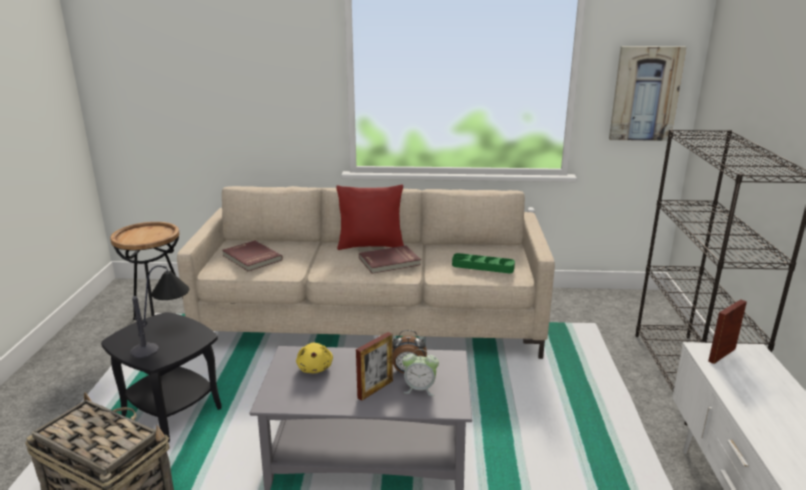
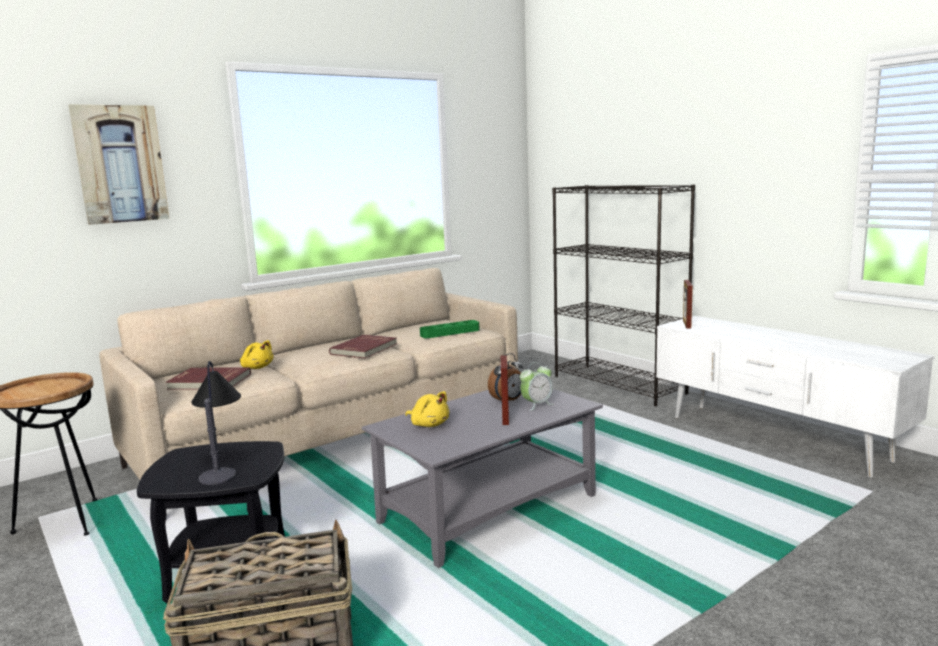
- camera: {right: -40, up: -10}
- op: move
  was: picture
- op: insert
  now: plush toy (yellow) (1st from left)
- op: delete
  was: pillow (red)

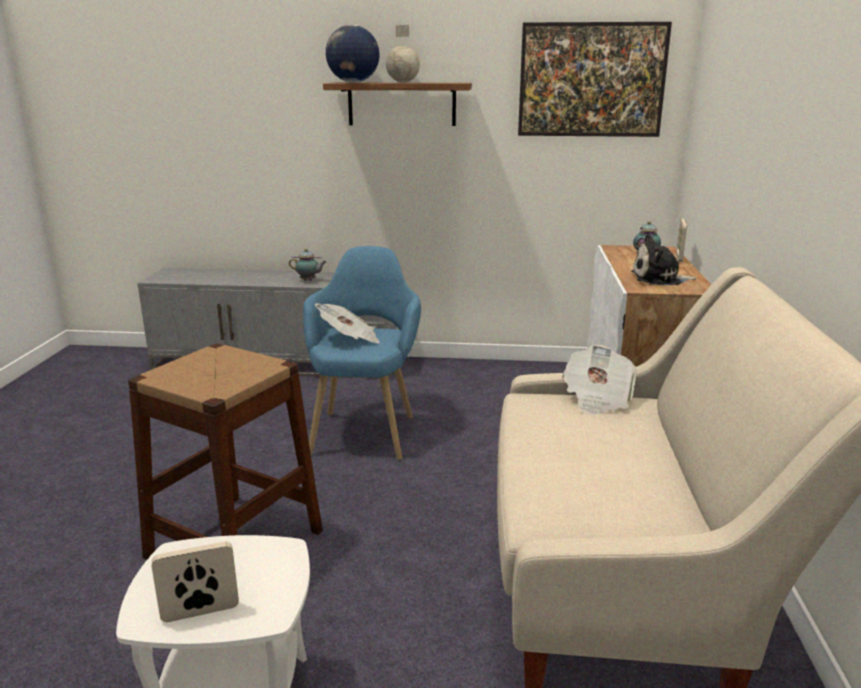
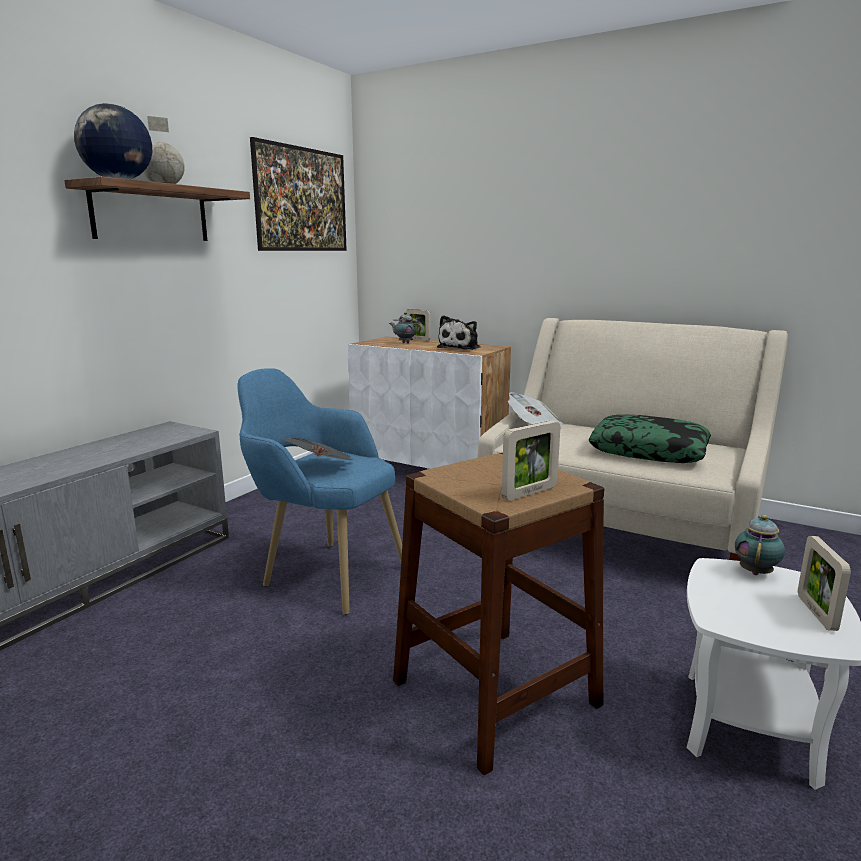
- camera: {right: -65, up: -5}
- op: insert
  now: picture frame (2nd from left)
- op: insert
  now: pillow
- op: move
  was: teapot (1st from left in the first image)
  now: teapot (2nd from left)

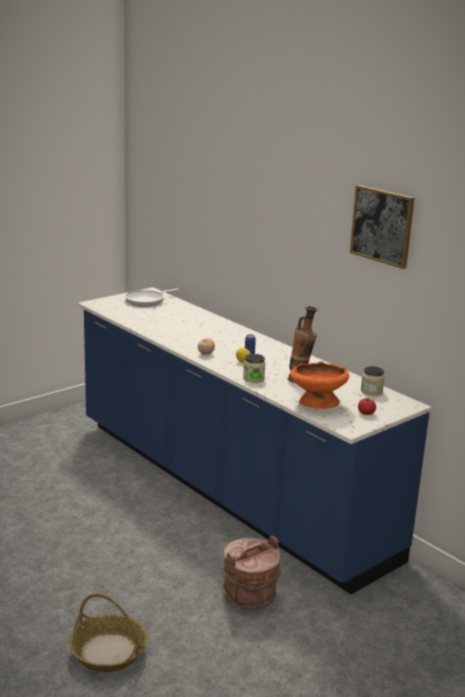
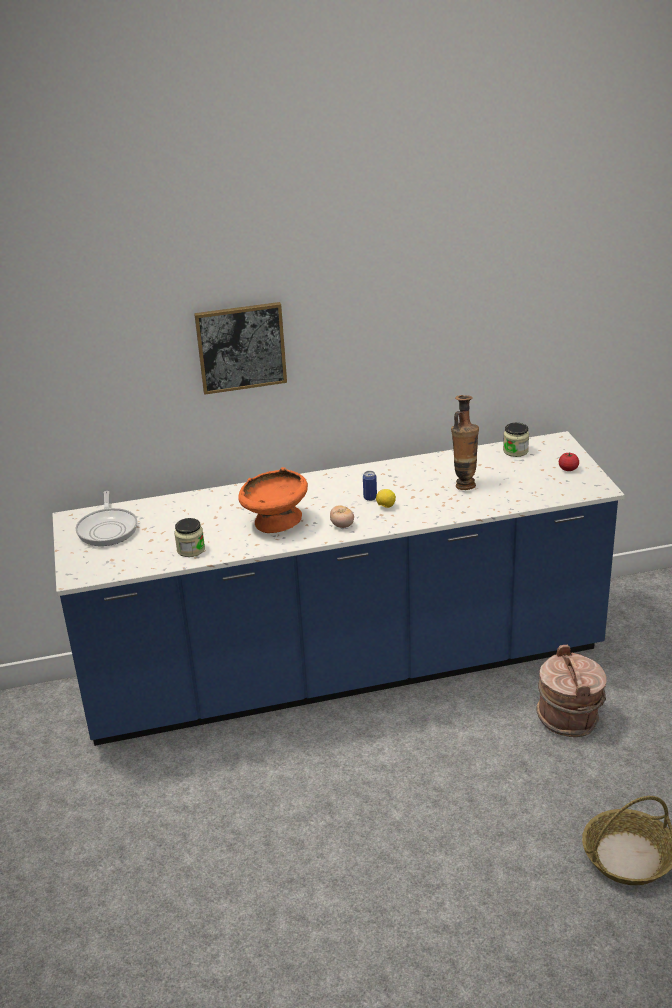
- camera: {right: -60, up: 10}
- op: move
  was: jar (1st from left)
- op: move
  was: picture
- op: move
  was: bowl (orange)

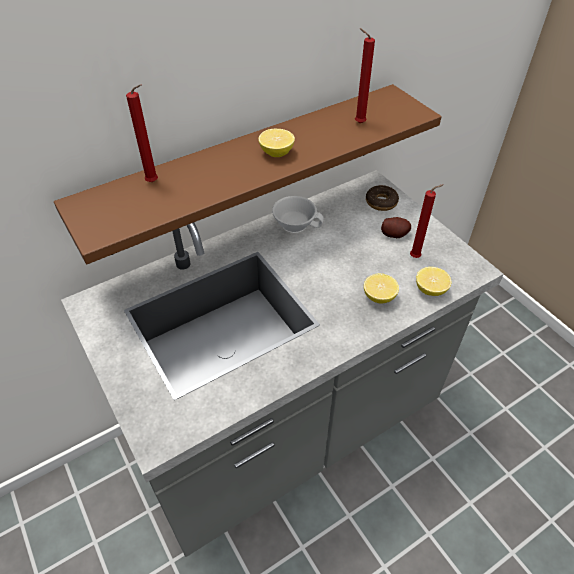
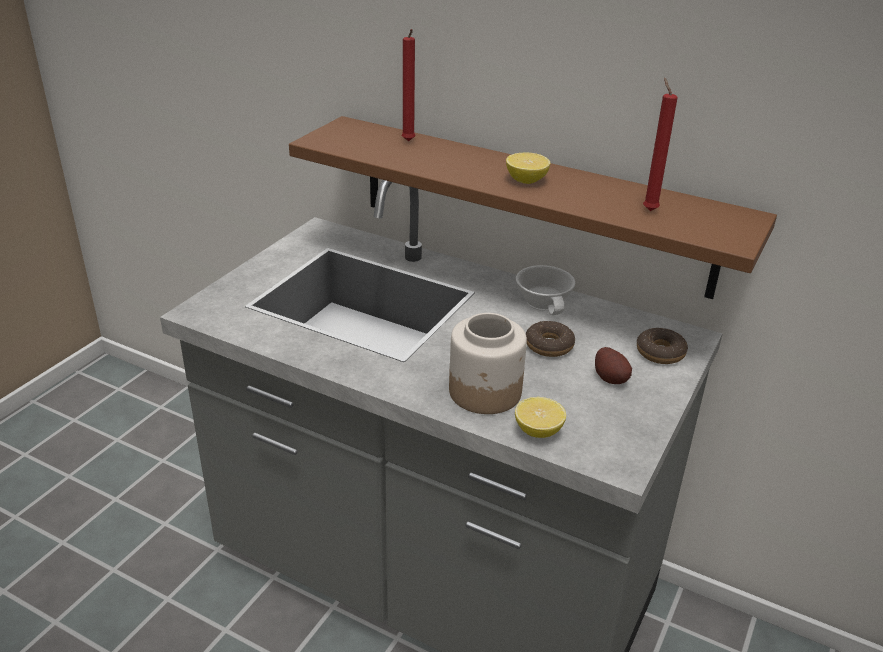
- camera: {right: 60, up: -15}
- op: replace
  was: lemon (2nd from left)
  now: jar
- op: insert
  now: donut (1st from left)
- op: delete
  was: candle (red) (3rd from left)

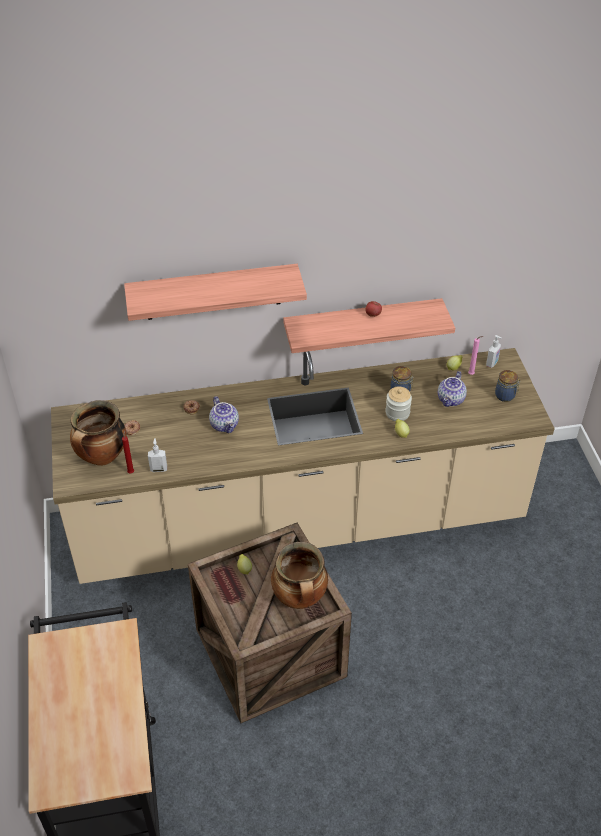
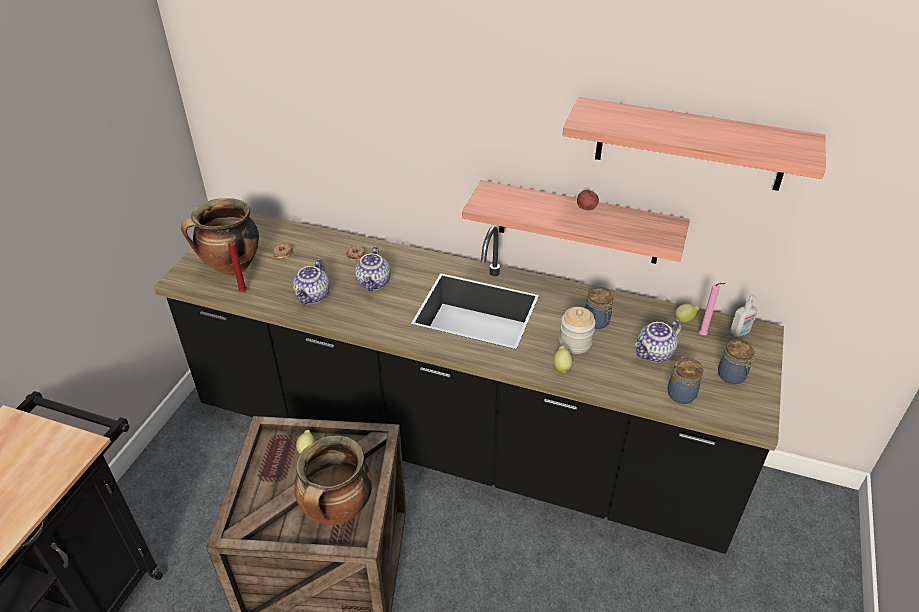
- camera: {right: 30, up: -5}
- op: recolor
  was: counter (beige)
  now: counter (black)
- op: insert
  now: teapot (1st from left)
- op: move
  was: shelf (1st from left in the first image)
  now: shelf (2nd from left)
- op: insert
  now: jar (3rd from left)
- op: delete
  was: soap dispenser (1st from left)

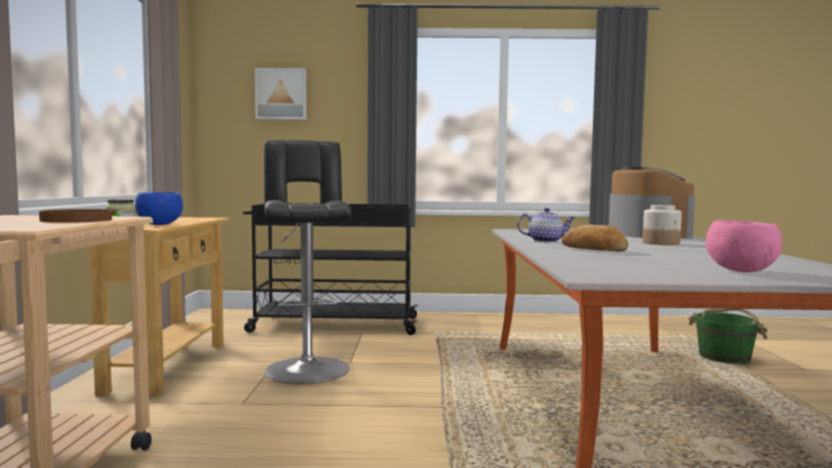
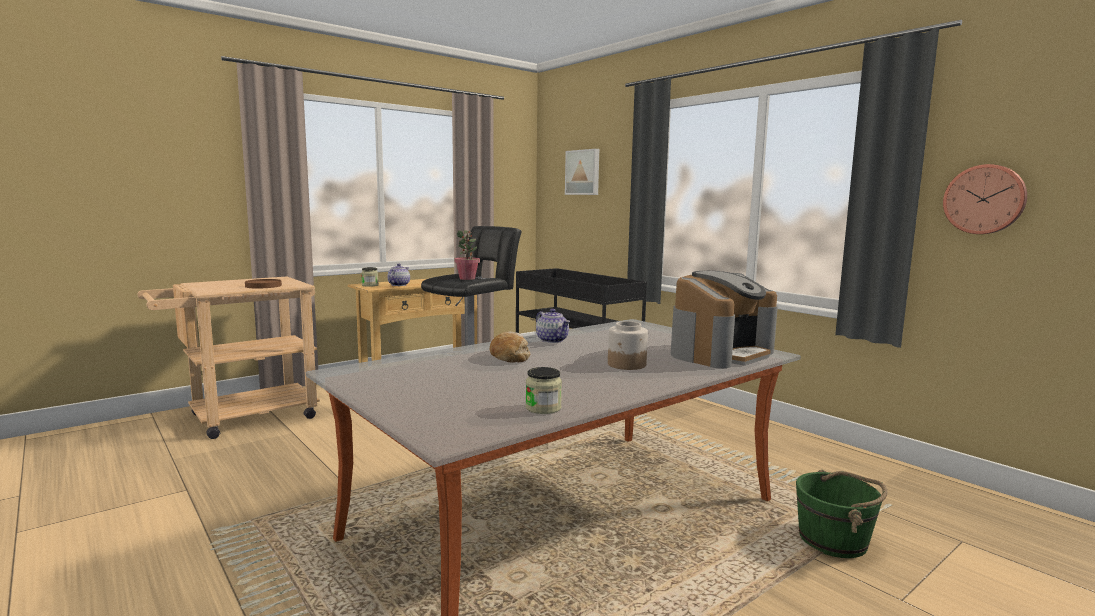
- camera: {right: 50, up: 5}
- op: replace
  was: bowl (blue)
  now: teapot (1st from left)
- op: insert
  now: potted plant
- op: insert
  now: jar (2nd from left)
- op: insert
  now: wall clock
- op: delete
  was: bowl (pink)

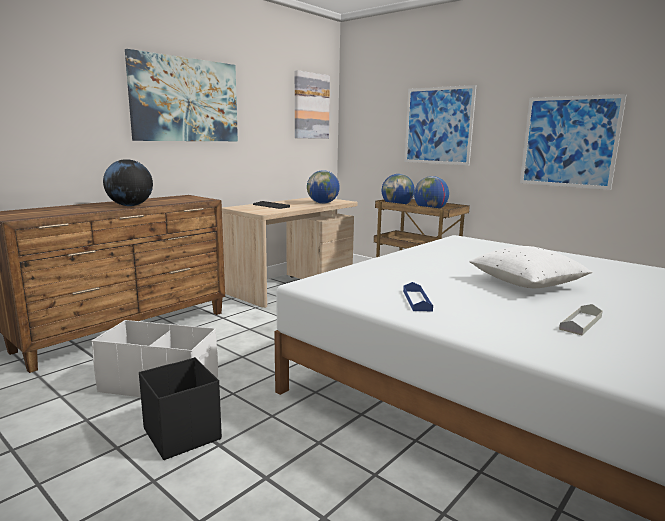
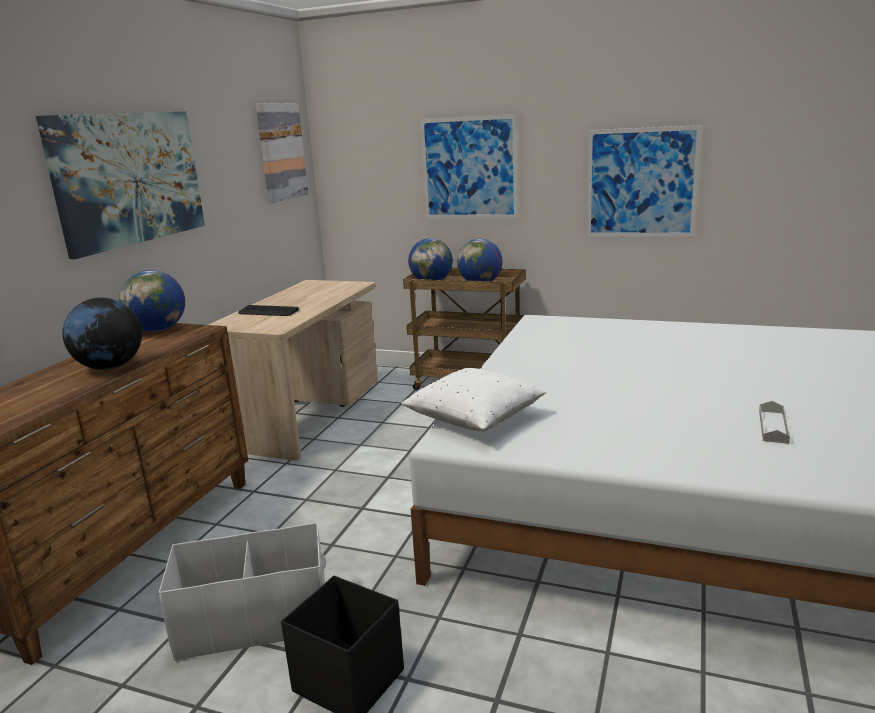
- camera: {right: -20, up: 5}
- op: move
  was: globe (2nd from left)
- op: move
  was: pillow (white)
- op: delete
  was: tray (blue)

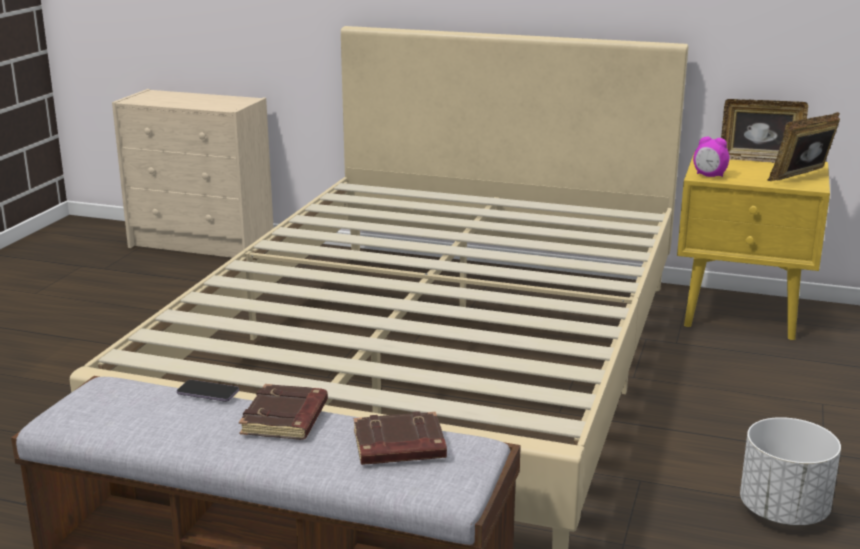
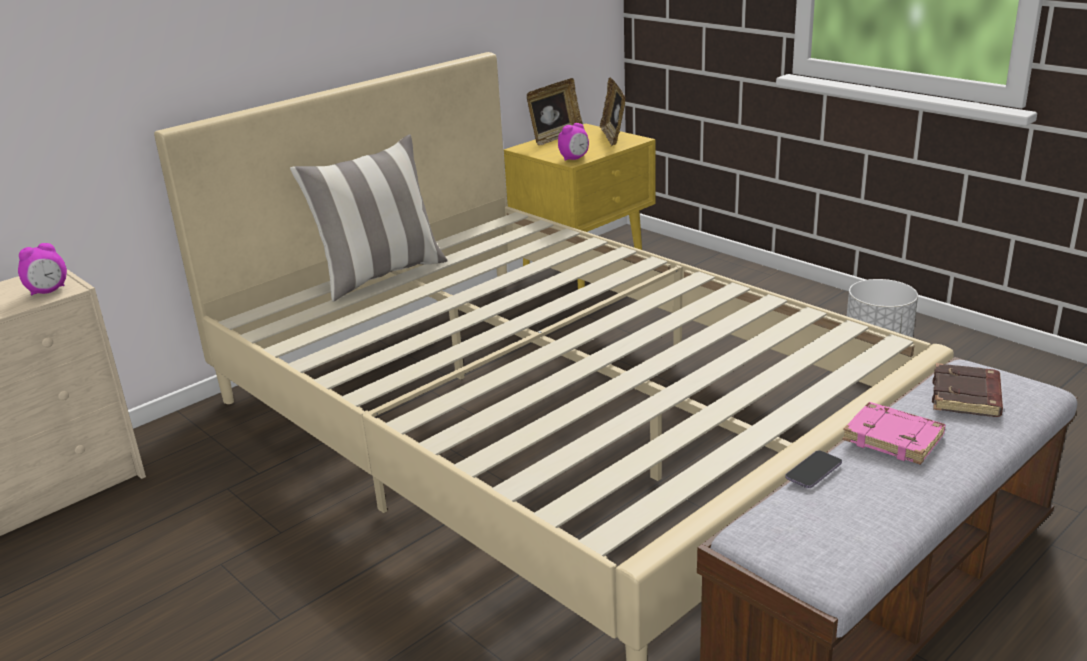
- camera: {right: -60, up: 5}
- op: insert
  now: alarm clock (1st from left)
- op: insert
  now: pillow
- op: recolor
  was: book (brown) (1st from left)
  now: book (pink)

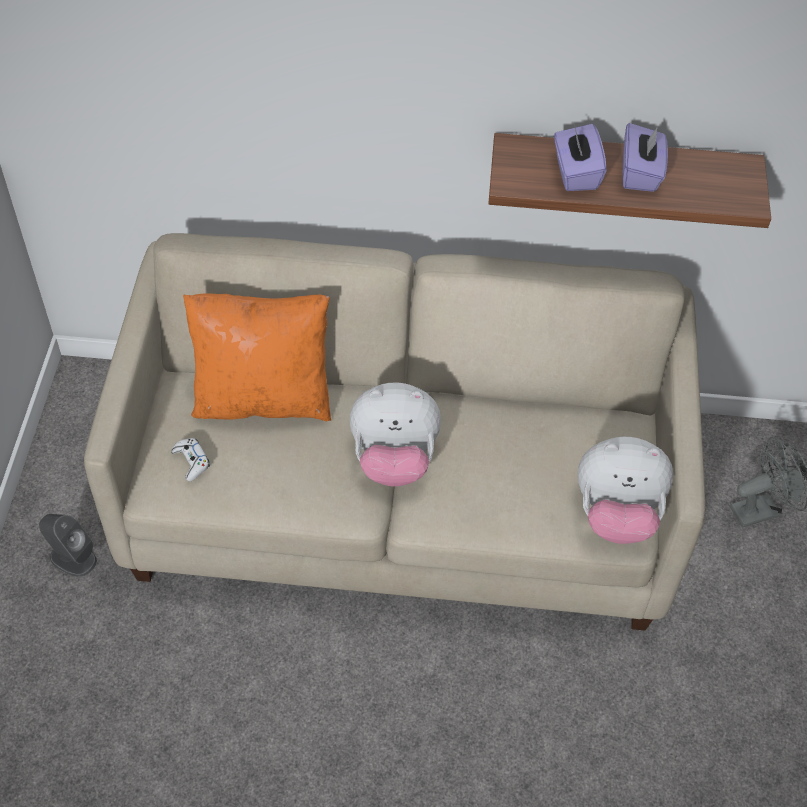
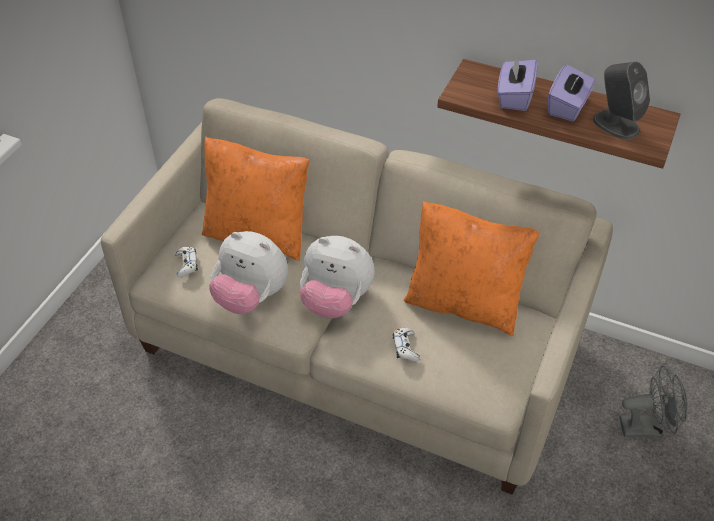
- camera: {right: 20, up: -5}
- op: move
  was: plush toy (2nd from left in the first image)
  now: plush toy (1st from left)
- op: insert
  now: game controller (white) (2nd from left)
- op: insert
  now: pillow (orange) (2nd from left)
- op: move
  was: speaker (grey)

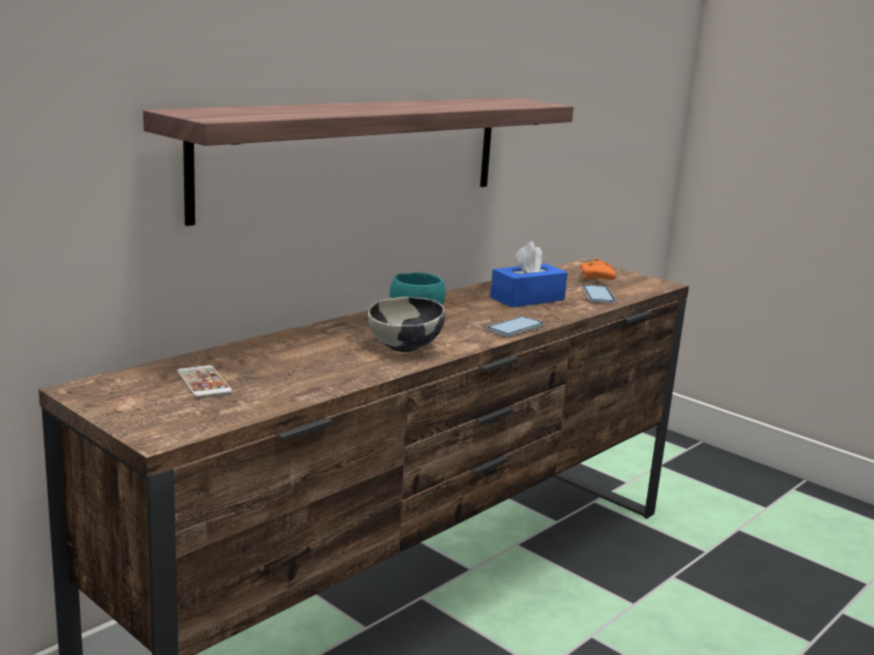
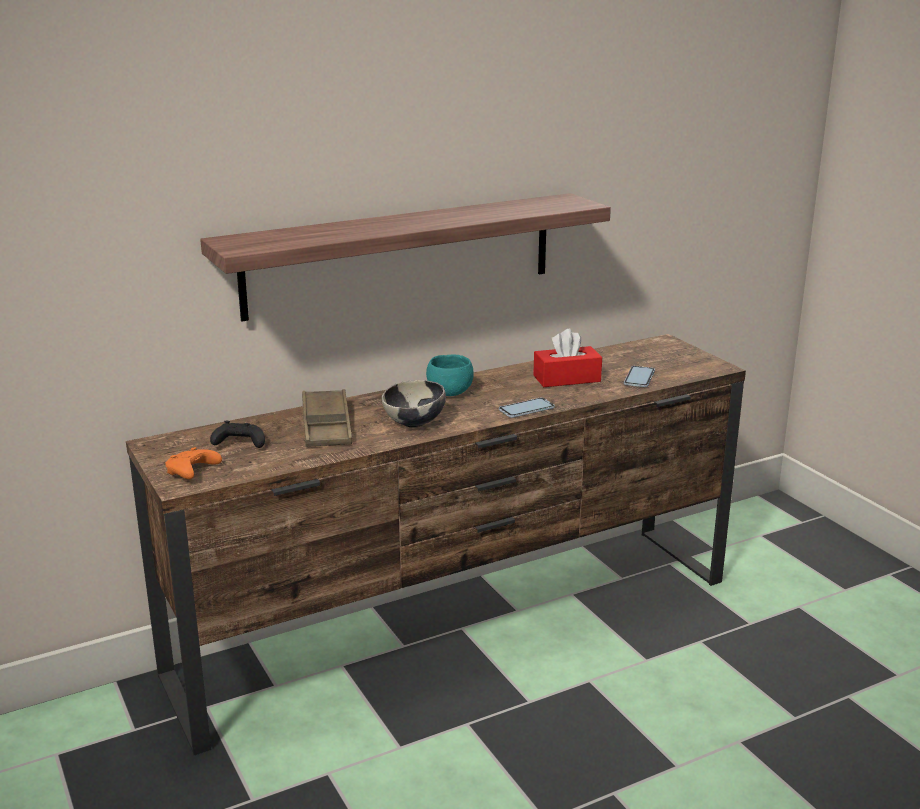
- camera: {right: 20, up: 5}
- op: move
  was: game controller (orange)
- op: replace
  was: phone (1st from left)
  now: game controller (black)
- op: insert
  now: tray (brown)
- op: recolor
  was: tissue box (blue)
  now: tissue box (red)

